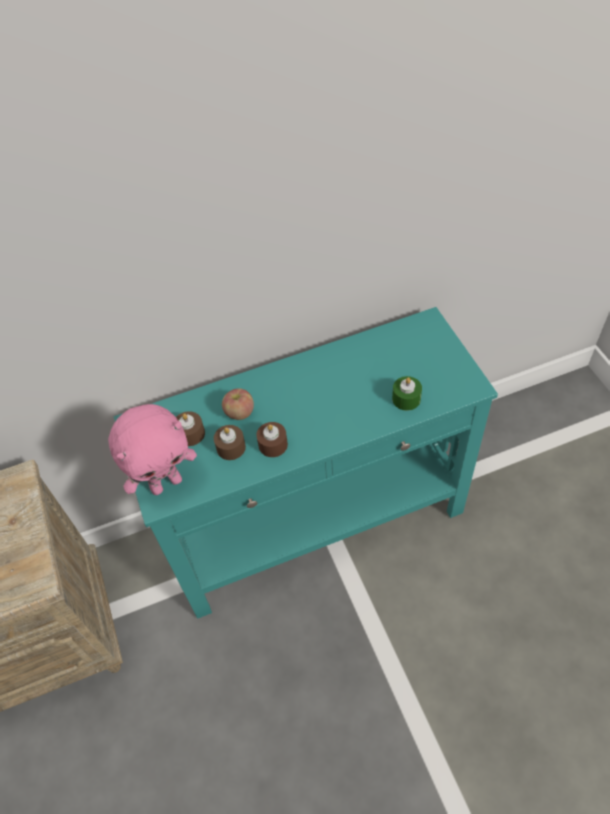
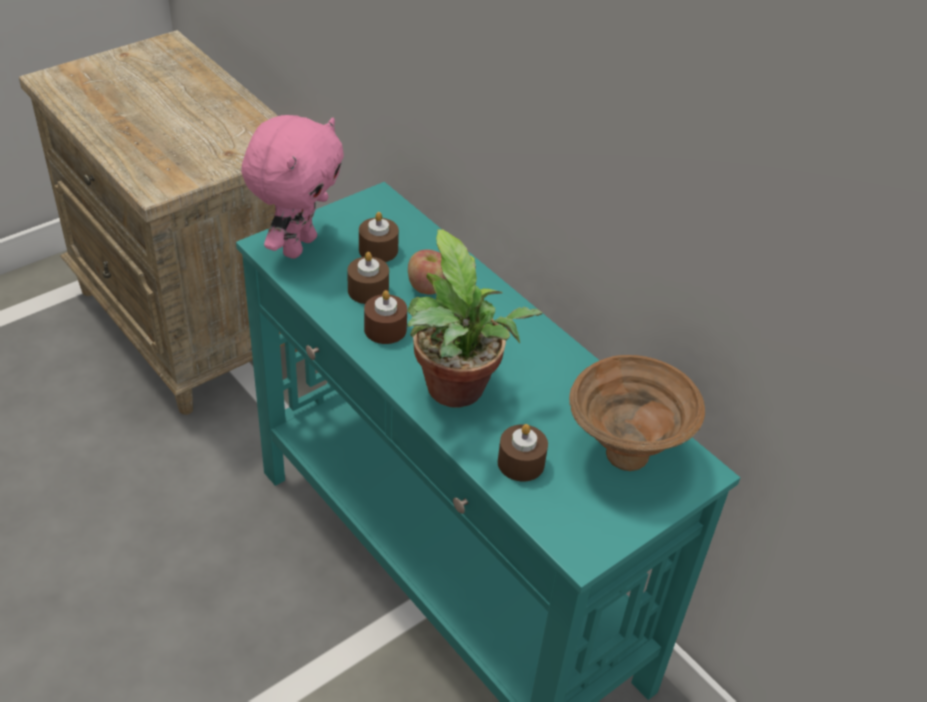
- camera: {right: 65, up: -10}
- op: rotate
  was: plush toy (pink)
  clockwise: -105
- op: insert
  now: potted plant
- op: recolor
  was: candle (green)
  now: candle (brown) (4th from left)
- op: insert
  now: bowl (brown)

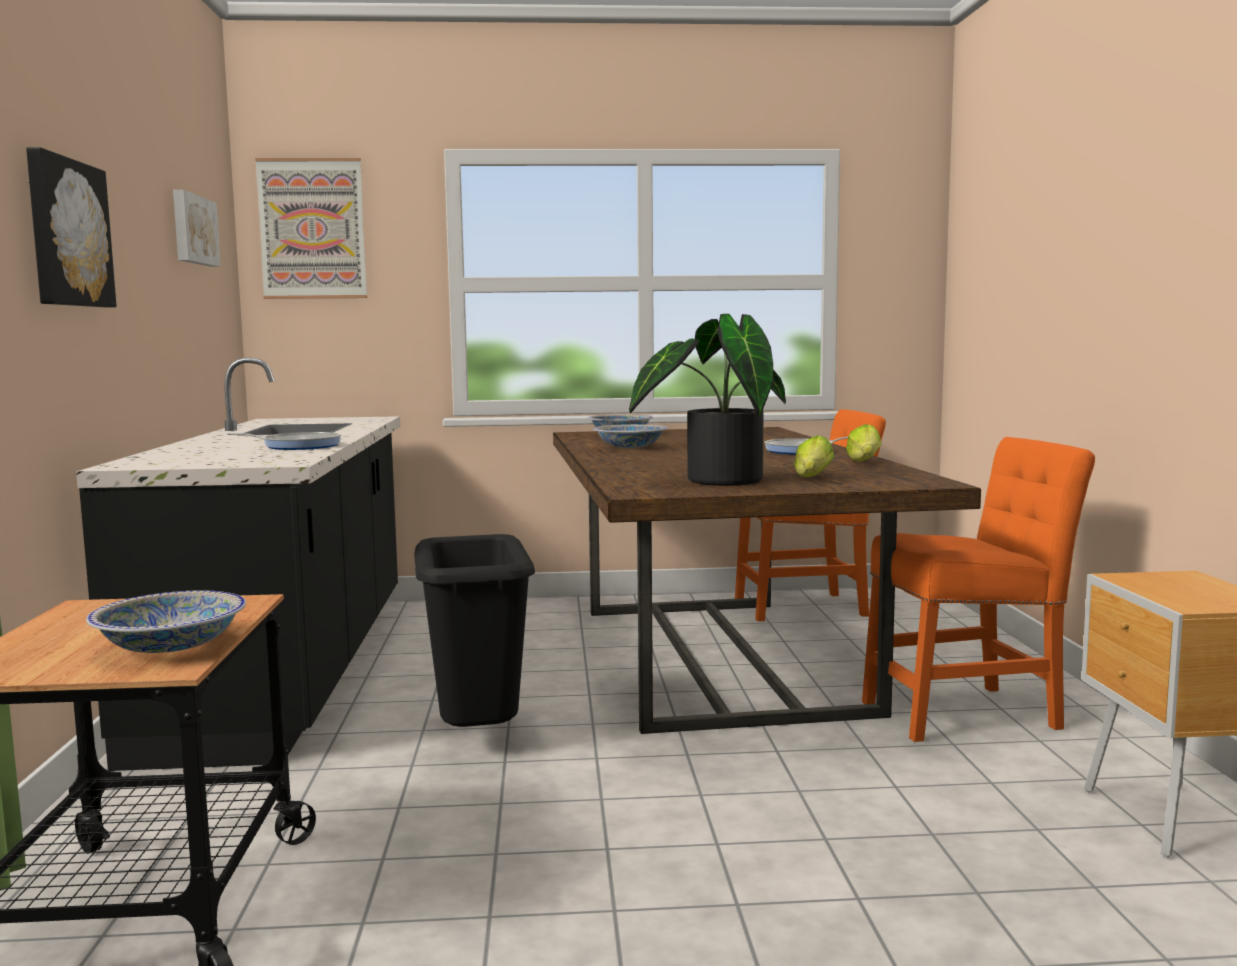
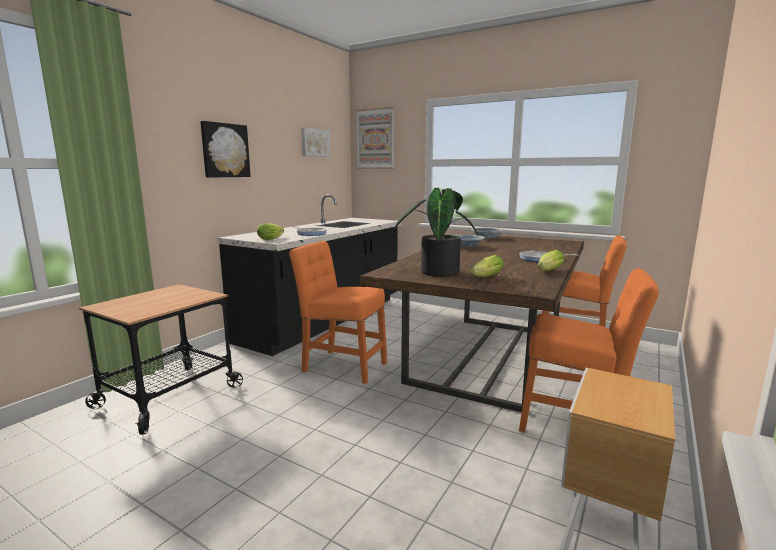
- camera: {right: 35, up: 5}
- op: insert
  now: lettuce (1st from left)
- op: replace
  was: trash can (black)
  now: chair (orange) (1st from left)
- op: delete
  was: bowl (1st from left)

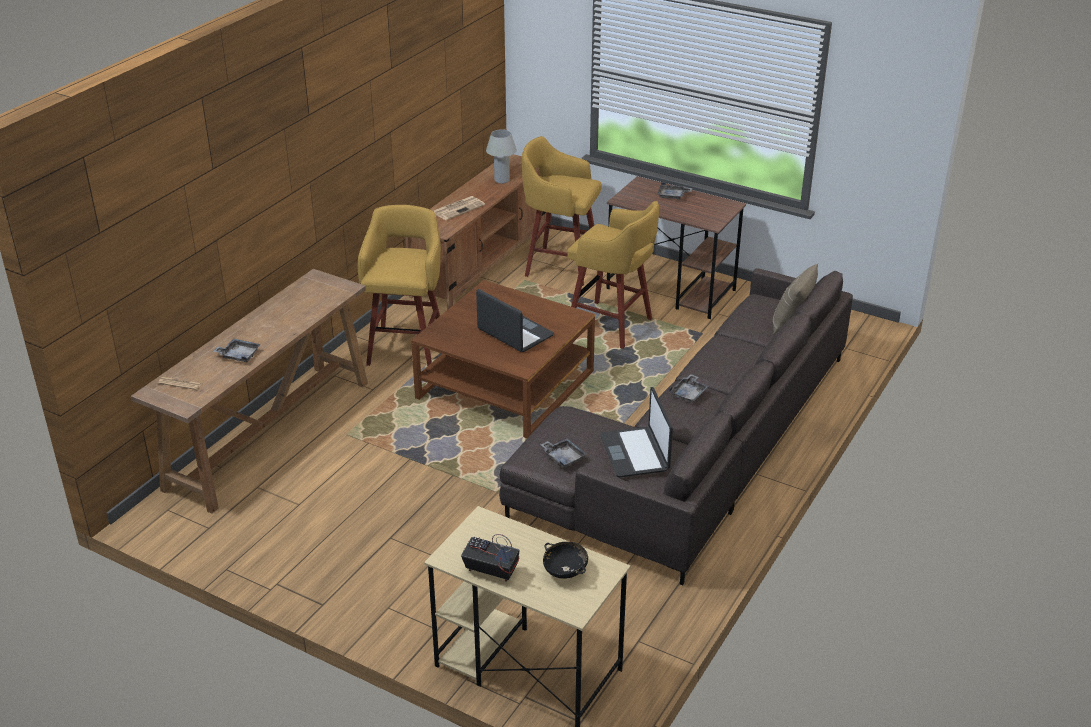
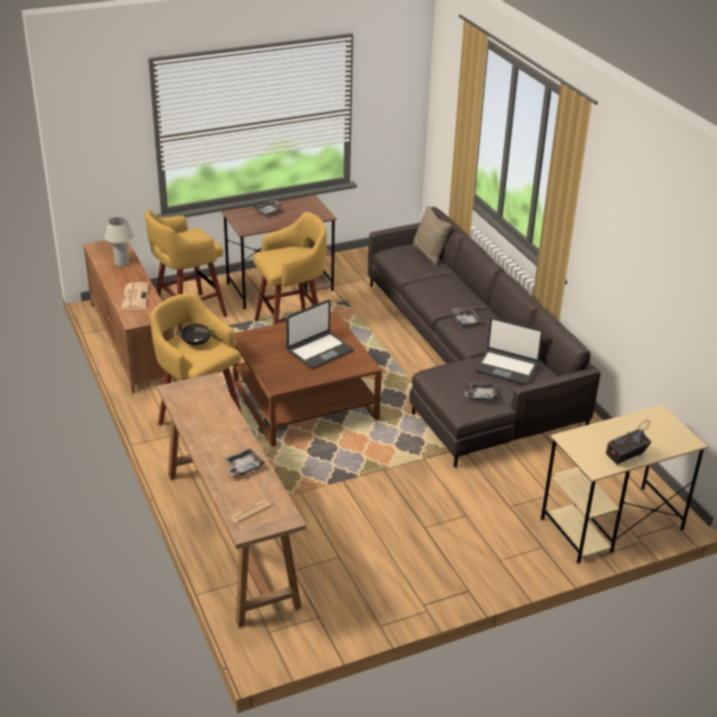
- camera: {right: -55, up: 0}
- op: move
  was: bowl (black)
- op: rotate
  was: laptop (1st from left)
  clockwise: 150

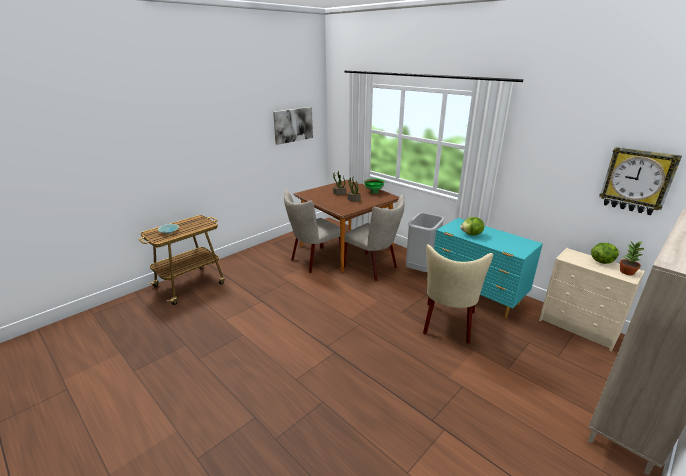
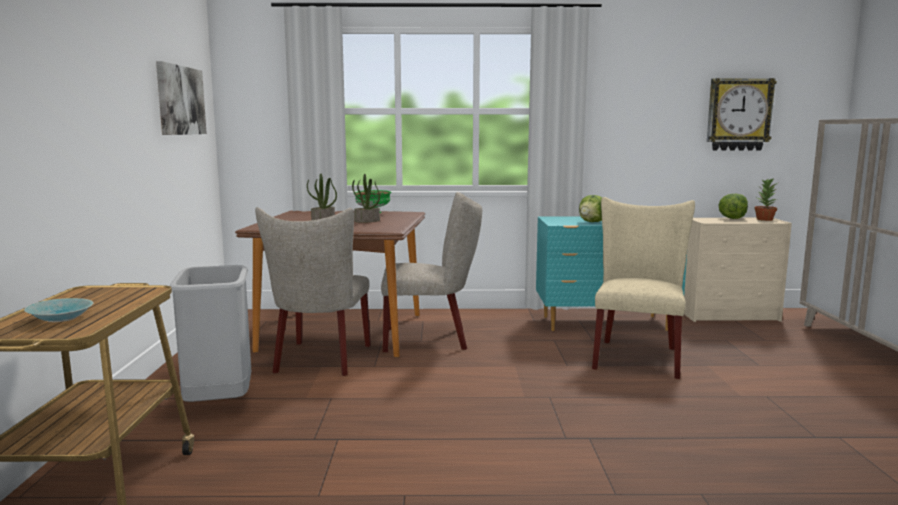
- camera: {right: -45, up: -15}
- op: move
  was: trash can (grey)
- op: rotate
  was: chair (beige) (3rd from left)
  clockwise: -135

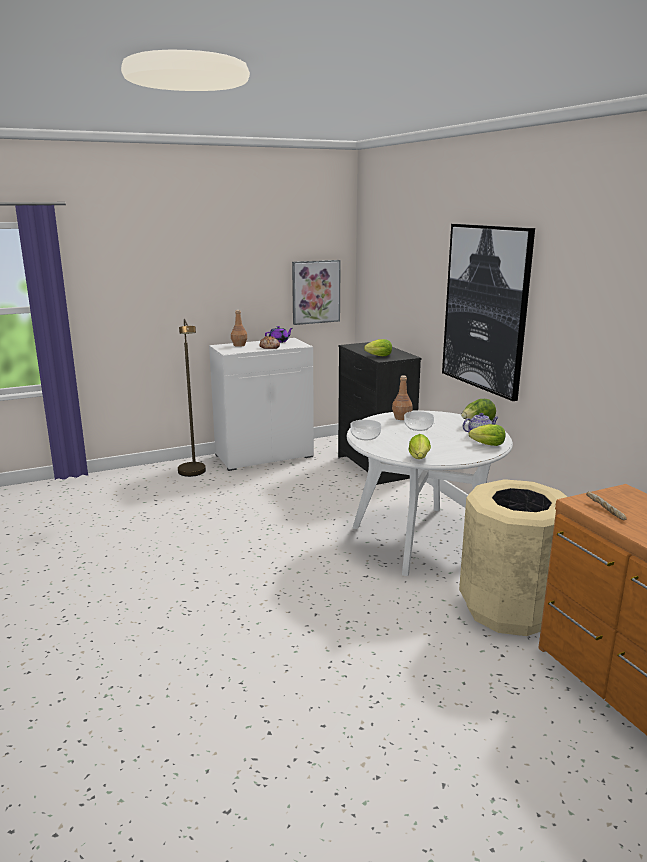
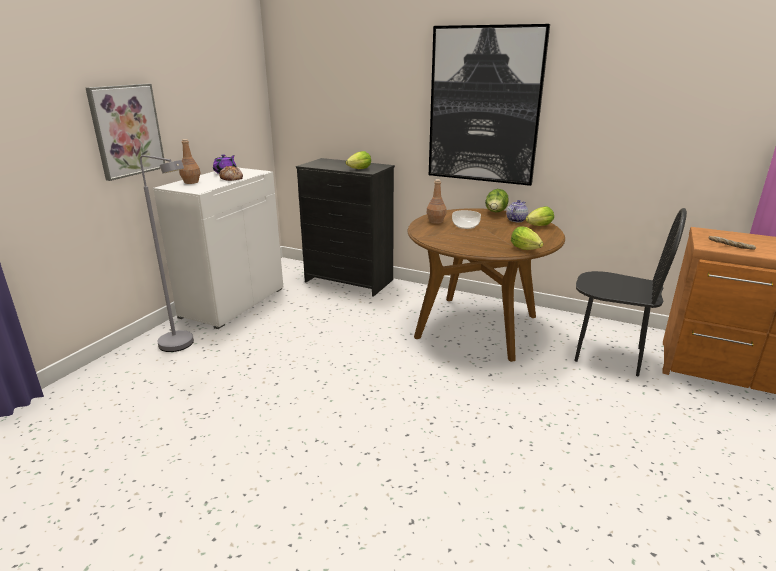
- camera: {right: -40, up: 5}
- op: move
  was: picture (1st from left)
- op: recolor
  was: floor lamp (brown)
  now: floor lamp (grey)
- op: recolor
  was: dining table (white)
  now: dining table (brown)
- op: replace
  was: trash can (beige)
  now: chair (black)
- op: delete
  was: bowl (1st from left)

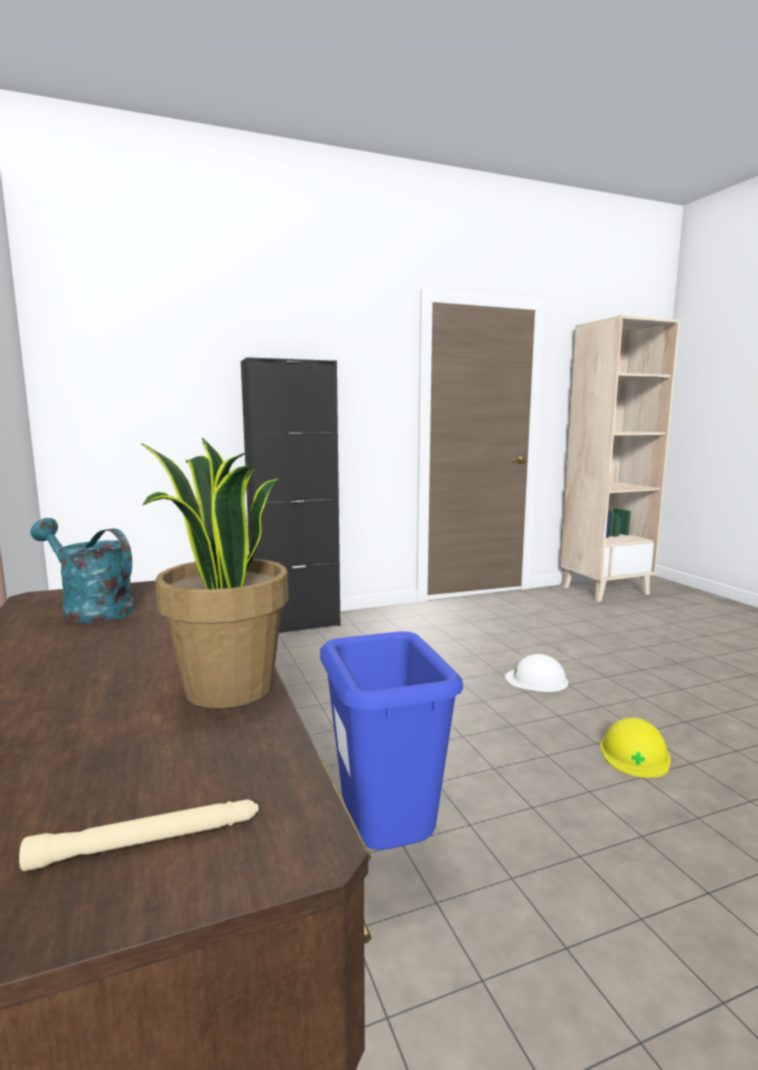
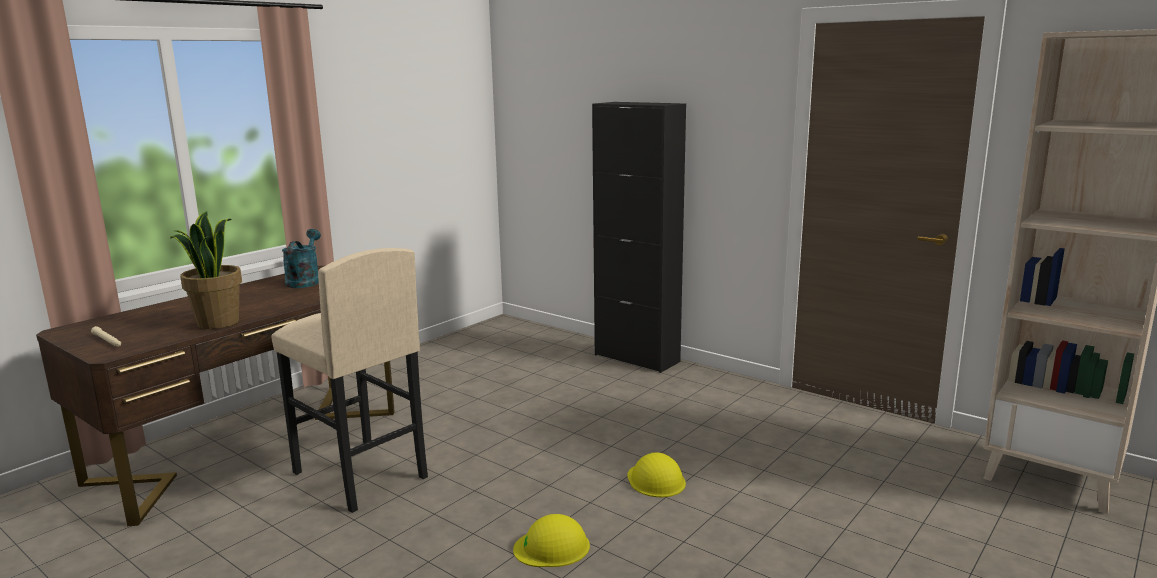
- camera: {right: 60, up: 5}
- op: replace
  was: trash can (blue)
  now: stool (beige)
- op: recolor
  was: hard hat (white)
  now: hard hat (yellow) (2nd from left)

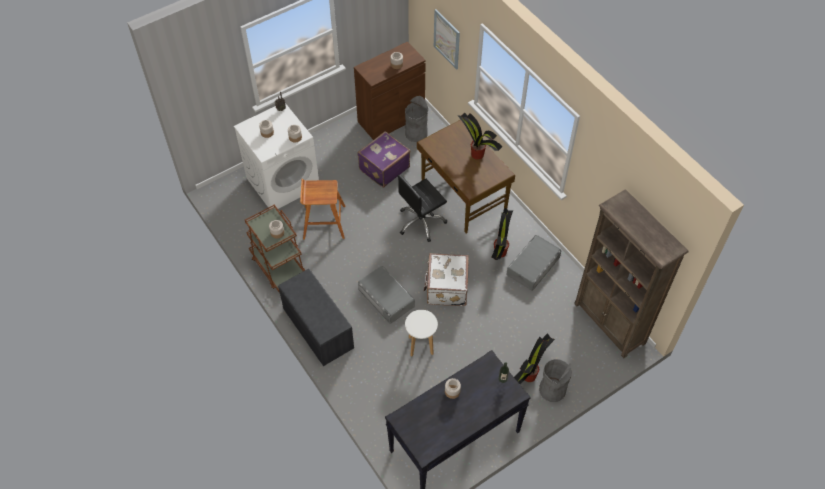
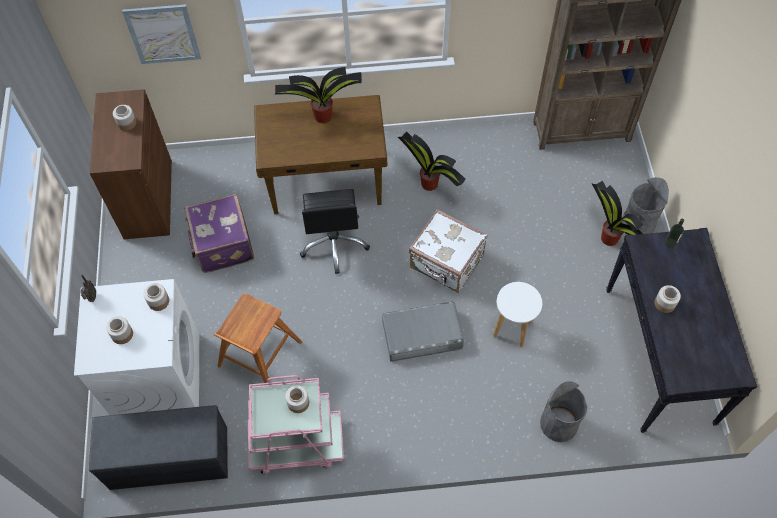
- camera: {right: -60, up: 5}
- op: move
  was: bench (grey)
- op: recolor
  was: cart (brown)
  now: cart (pink)
- op: move
  was: trash can (grey) (1st from left)
- op: delete
  was: storage box (grey) (2nd from left)

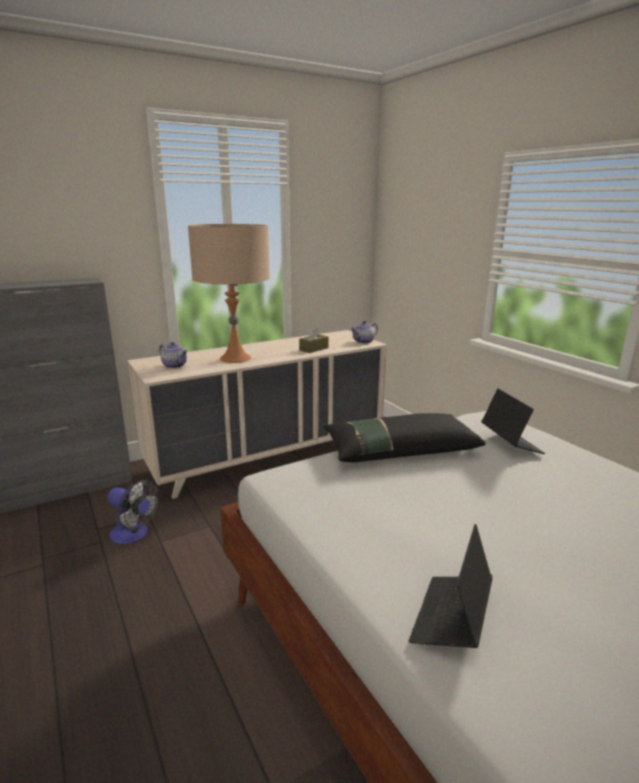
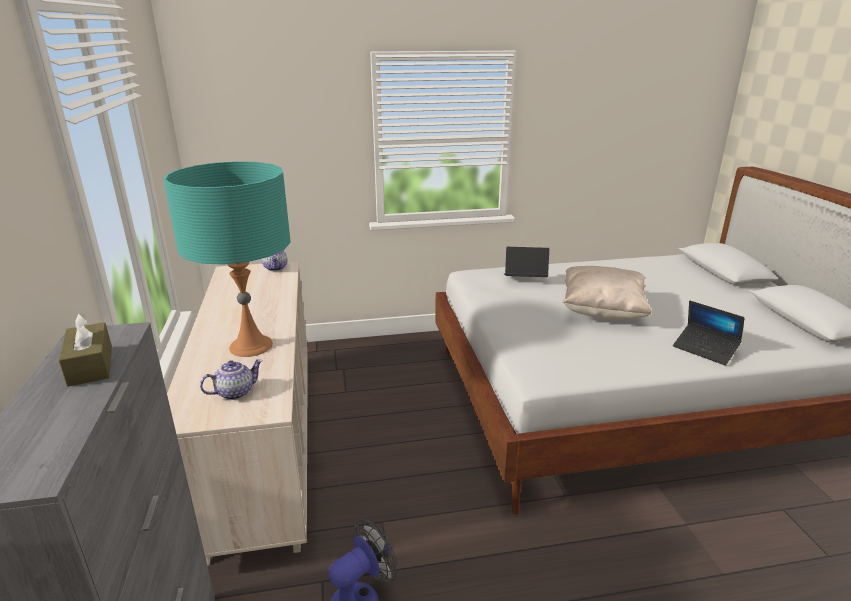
- camera: {right: -70, up: 5}
- op: move
  was: tissue box (brown)
- op: recolor
  was: table lamp (beige)
  now: table lamp (turquoise)
- op: insert
  now: pillow (beige)
- op: delete
  was: pillow (black)

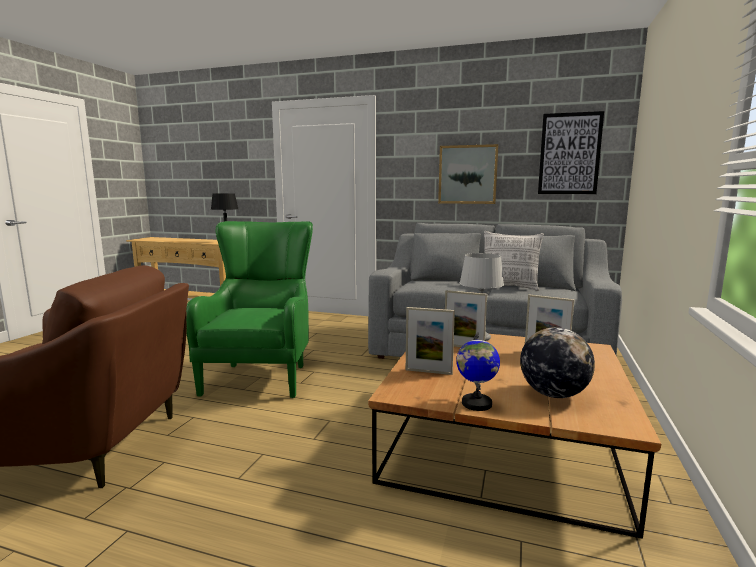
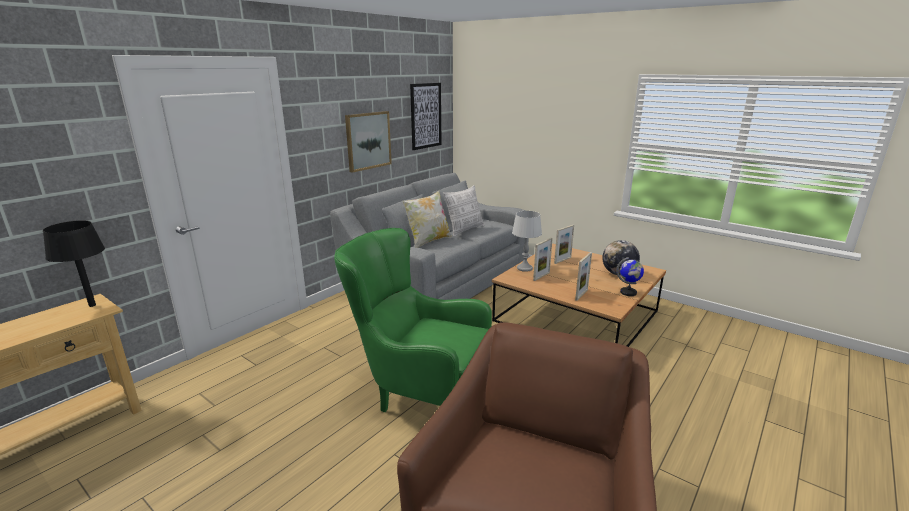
- camera: {right: -70, up: 10}
- op: insert
  now: pillow (1st from left)

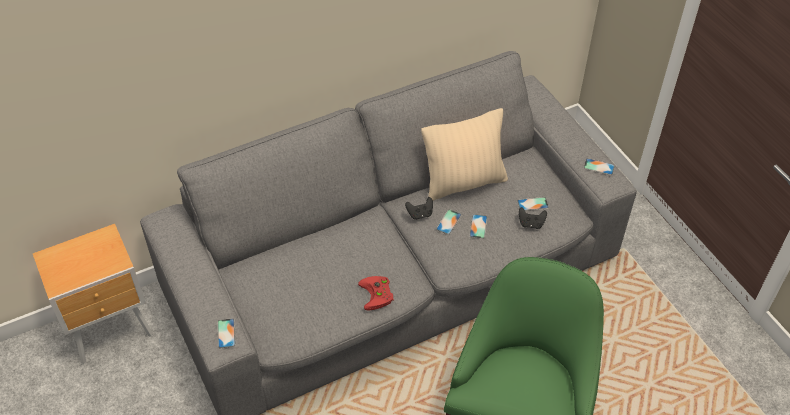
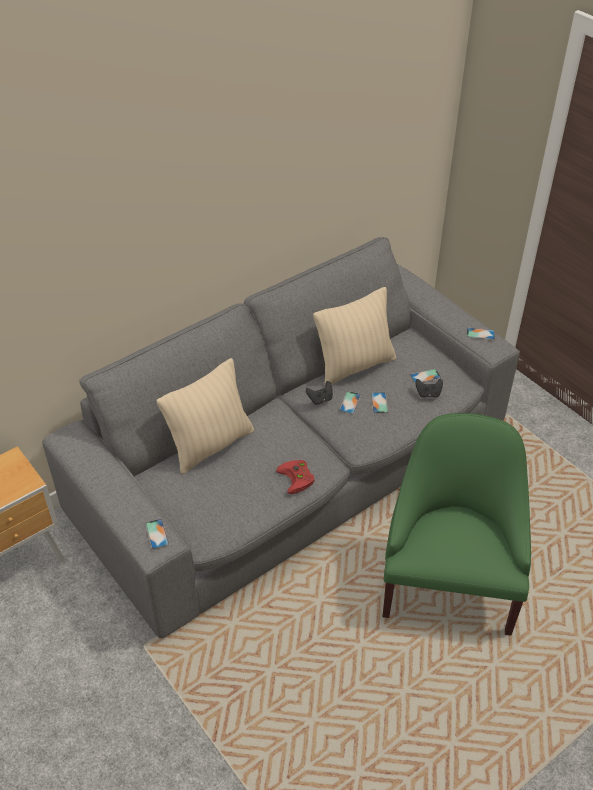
- camera: {right: -10, up: -5}
- op: insert
  now: pillow (beige) (1st from left)

